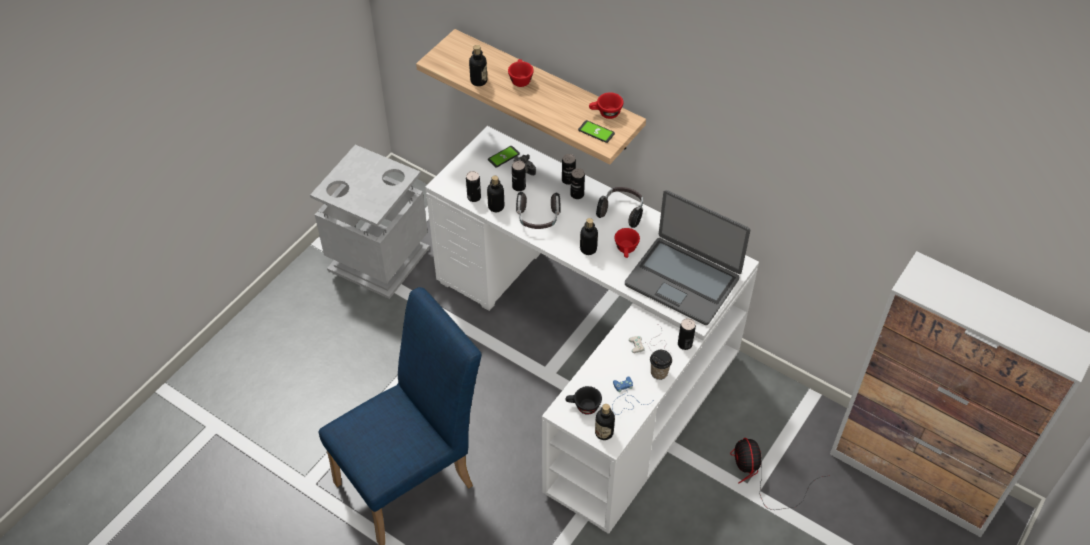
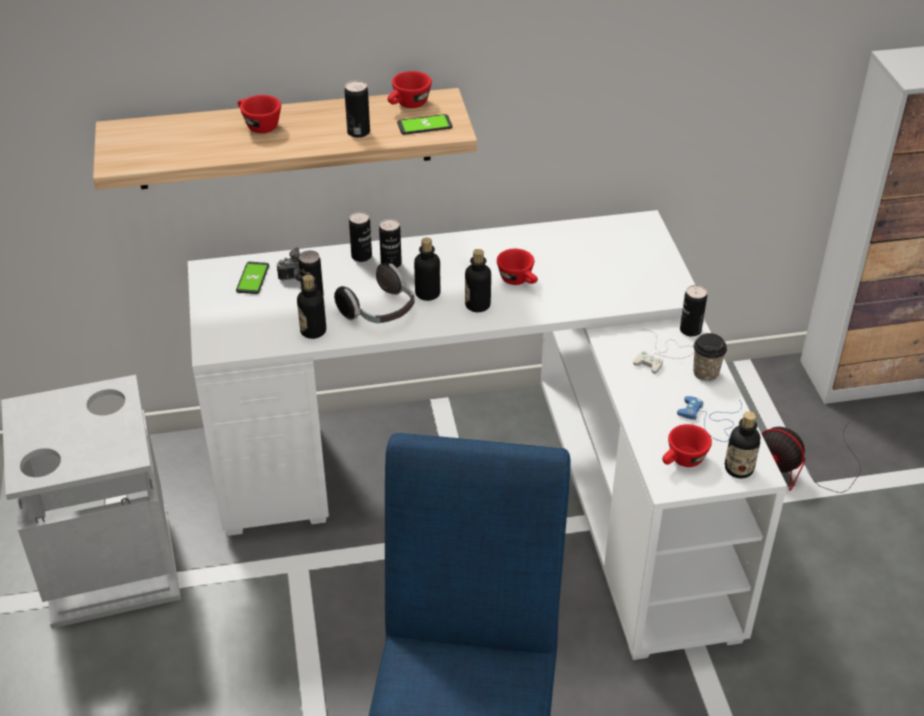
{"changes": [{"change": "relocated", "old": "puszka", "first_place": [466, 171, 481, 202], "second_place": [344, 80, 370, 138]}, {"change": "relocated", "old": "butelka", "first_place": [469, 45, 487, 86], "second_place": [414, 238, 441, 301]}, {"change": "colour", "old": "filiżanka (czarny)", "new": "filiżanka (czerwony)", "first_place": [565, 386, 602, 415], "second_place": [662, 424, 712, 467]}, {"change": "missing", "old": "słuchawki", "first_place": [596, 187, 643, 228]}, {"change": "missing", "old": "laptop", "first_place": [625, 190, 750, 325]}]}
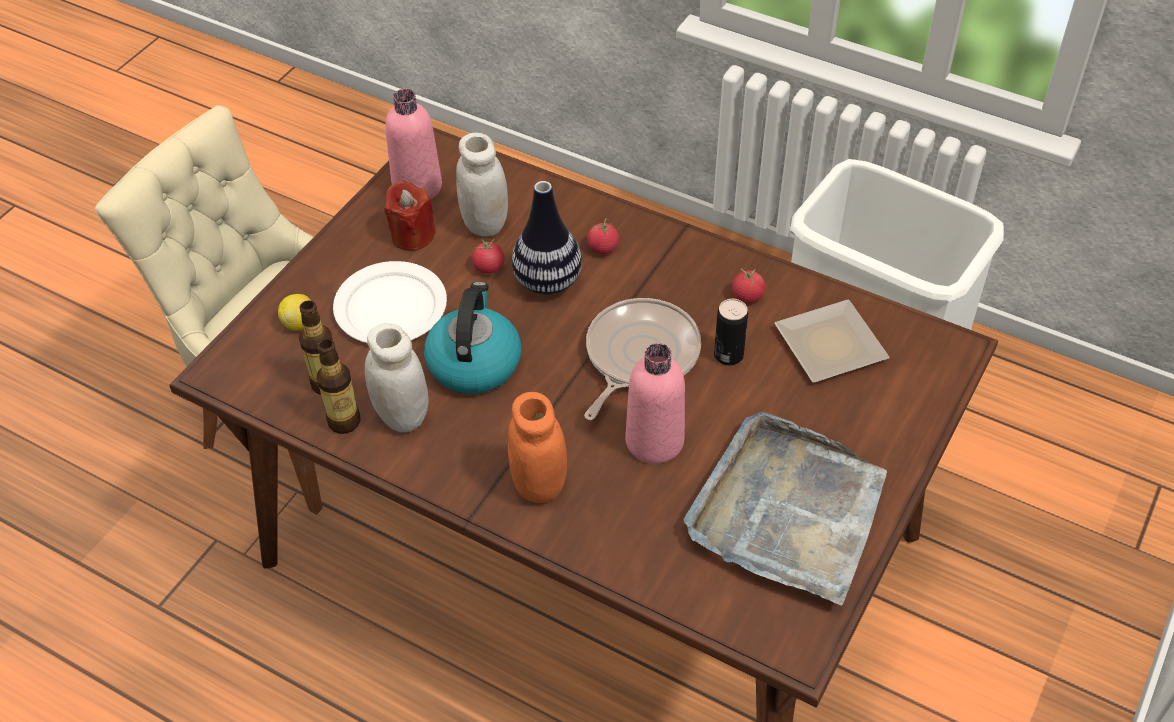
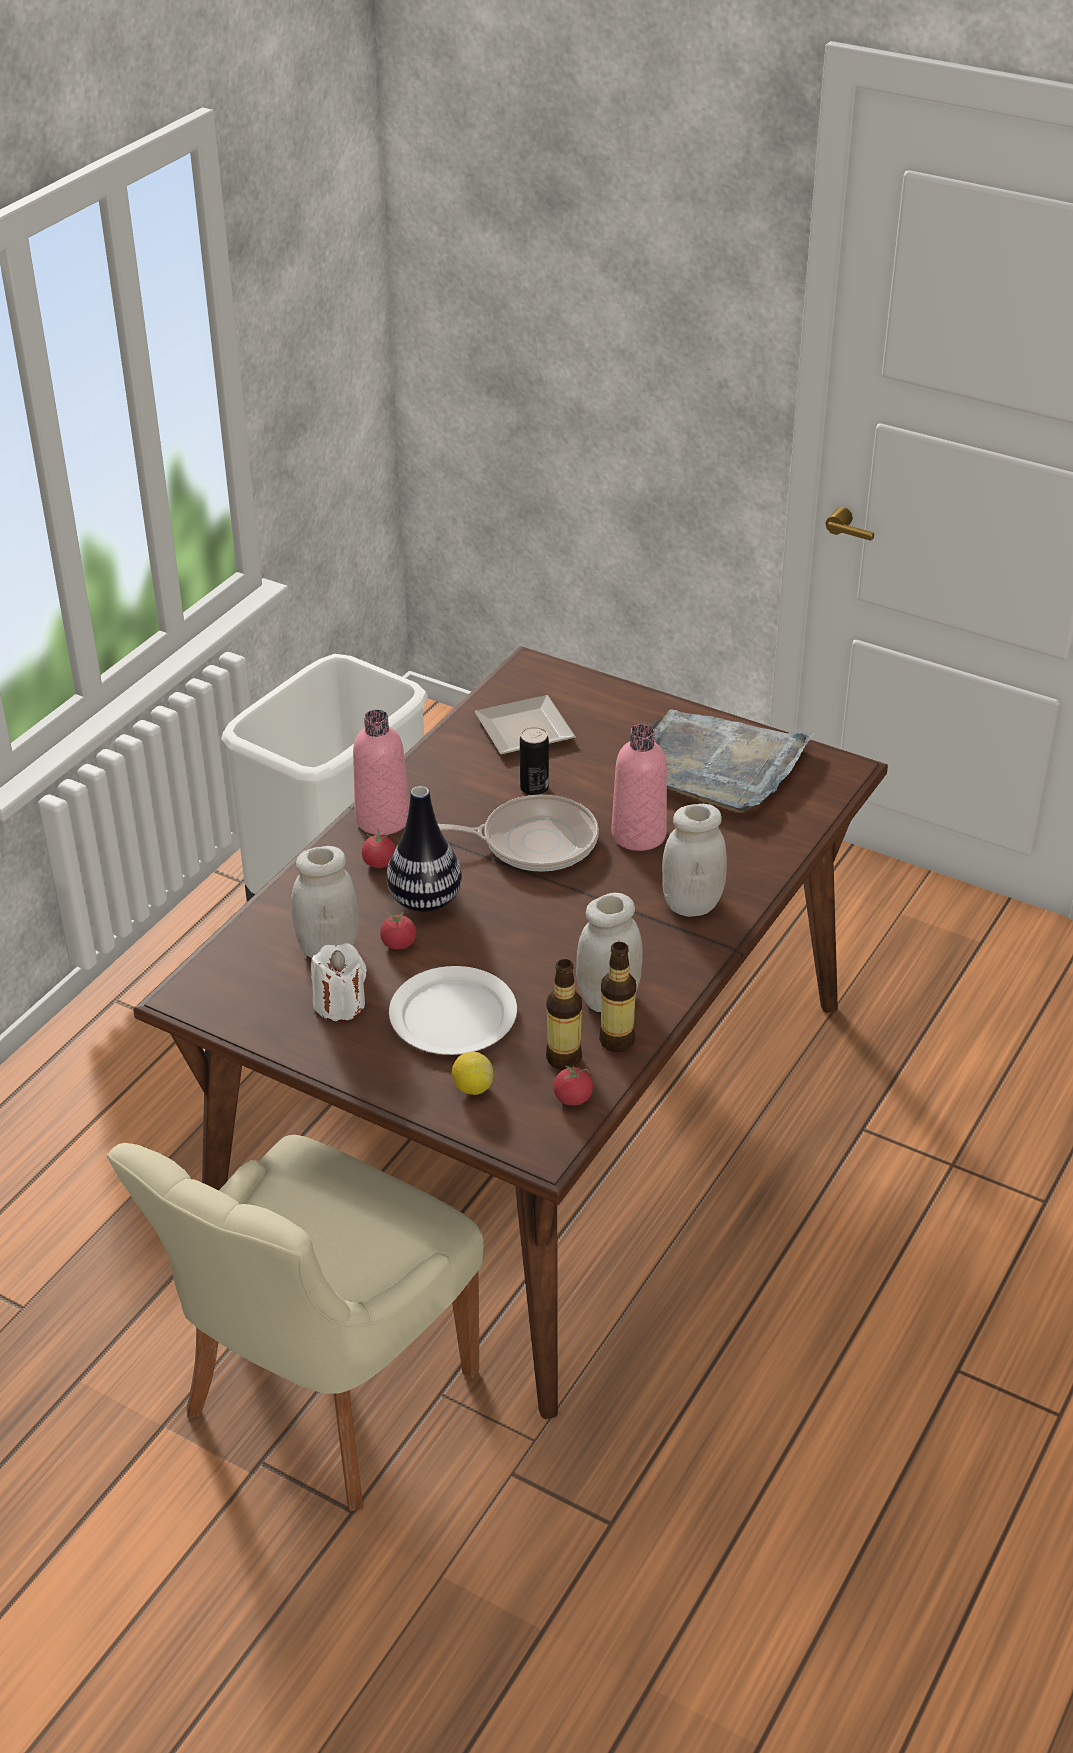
{"changes": [{"change": "colour", "old": "świeca (czerwony)", "new": "świeca (biały)", "first_place": [384, 180, 436, 251], "second_place": [311, 943, 367, 1022]}, {"change": "relocated", "old": "butelka (różowy)", "first_place": [385, 89, 442, 199], "second_place": [353, 710, 409, 835]}, {"change": "spun", "old": "patelnia", "first_place": [584, 298, 701, 420], "second_place": [438, 794, 599, 872], "degrees": 150}, {"change": "relocated", "old": "pomidor", "first_place": [732, 269, 765, 303], "second_place": [554, 1065, 593, 1105]}, {"change": "colour", "old": "słoik (pomarańczowy)", "new": "słoik (biały)", "first_place": [508, 392, 567, 503], "second_place": [662, 804, 727, 917]}, {"change": "missing", "old": "czajnik", "first_place": [424, 282, 521, 394]}]}
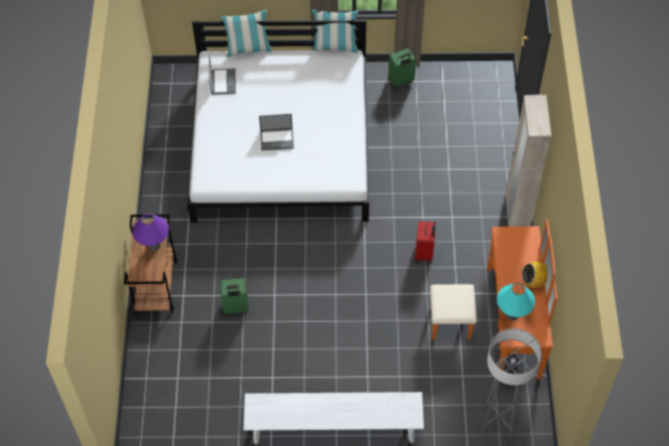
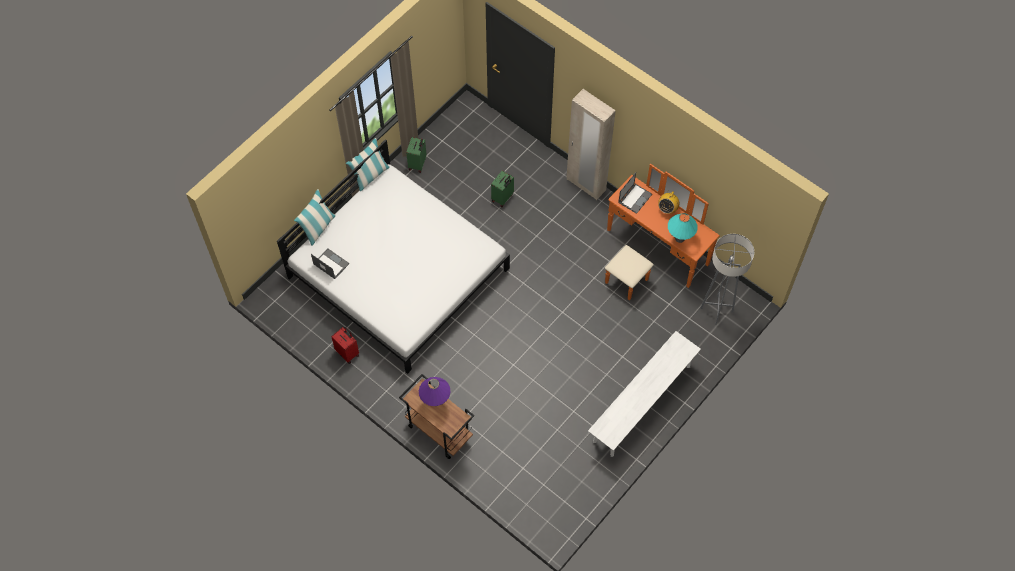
{"changes": [{"change": "relocated", "old": "walizka (czerwony)", "first_place": [415, 221, 436, 263], "second_place": [331, 327, 359, 364]}, {"change": "relocated", "old": "walizka (zielony)", "first_place": [220, 278, 249, 315], "second_place": [491, 171, 514, 207]}, {"change": "relocated", "old": "laptop", "first_place": [259, 114, 294, 151], "second_place": [618, 173, 652, 214]}]}
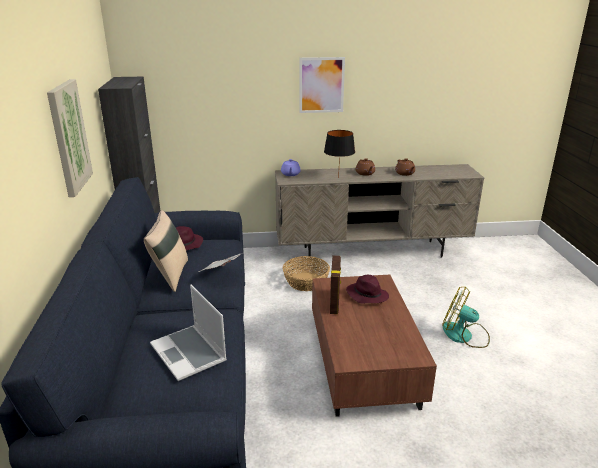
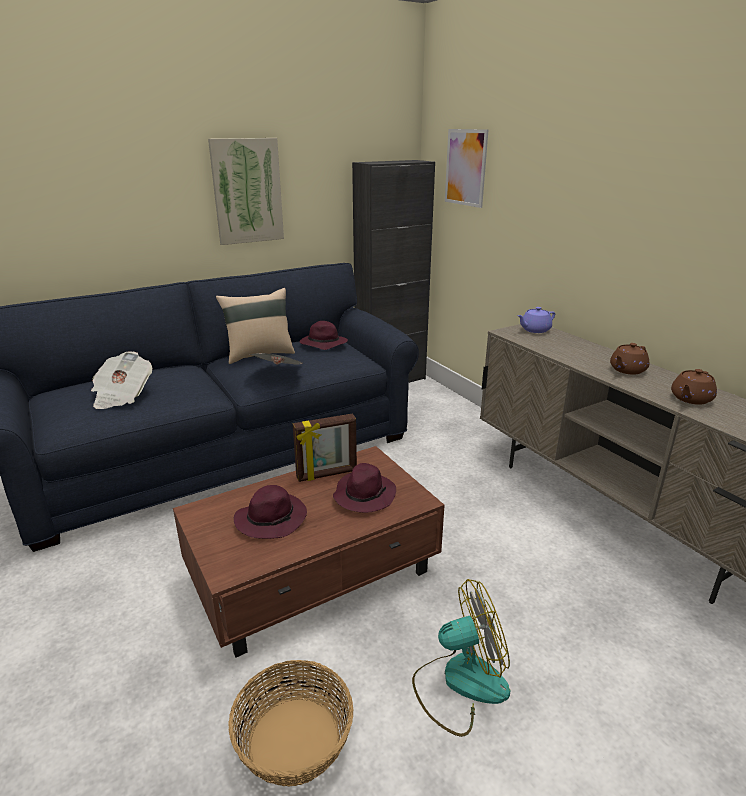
{"changes": [{"change": "exchanged", "old": "laptop", "new": "gazeta", "first_place": [150, 285, 227, 381], "second_place": [91, 351, 153, 409]}, {"change": "relocated", "old": "koszyk", "first_place": [282, 256, 330, 291], "second_place": [228, 660, 353, 787]}, {"change": "appeared", "new": "kapelusz (fioletowy)", "second_place": [234, 485, 307, 539]}, {"change": "spun", "old": "wentylator", "first_place": [442, 287, 490, 348], "second_place": [412, 579, 510, 737], "degrees": 75}, {"change": "relocated", "old": "obraz", "first_place": [300, 57, 345, 113], "second_place": [445, 129, 488, 208]}, {"change": "missing", "old": "lampa stołowa (czarny)", "first_place": [324, 130, 355, 179]}]}
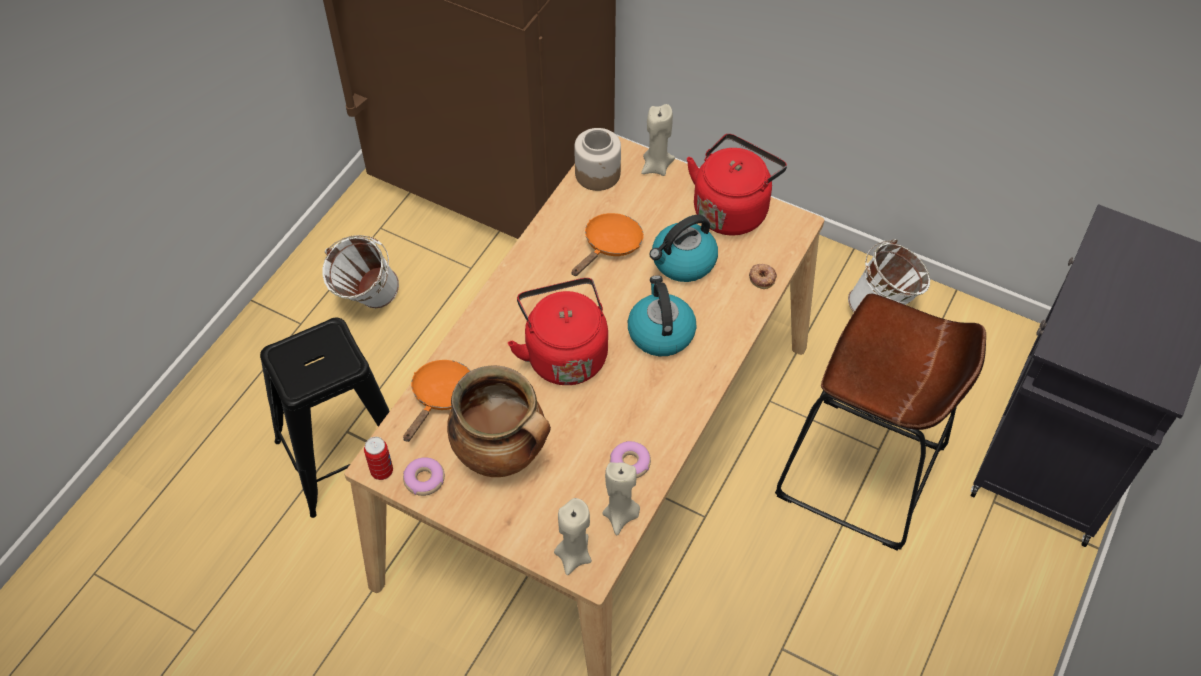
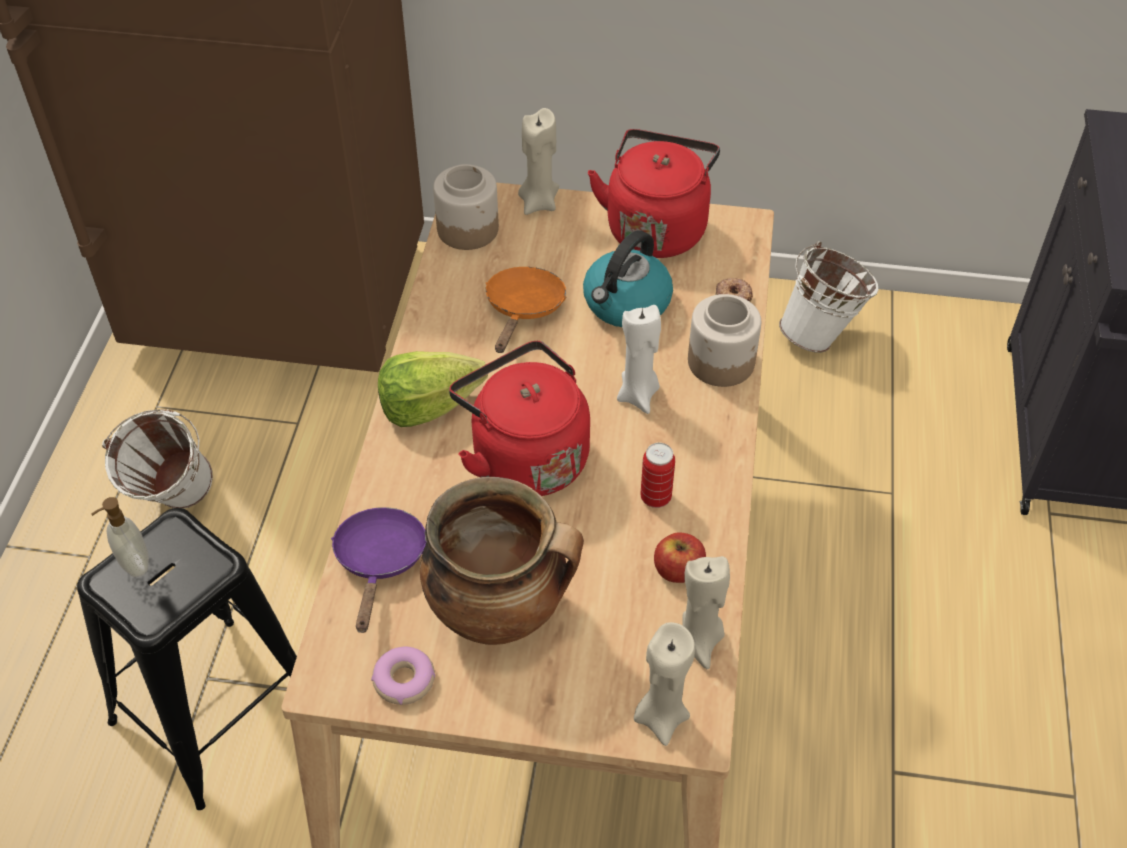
{"changes": [{"change": "appeared", "new": "dozownik mydła", "second_place": [91, 497, 149, 577]}, {"change": "colour", "old": "patelnia (pomarańczowy)", "new": "patelnia (fioletowy)", "first_place": [403, 360, 471, 442], "second_place": [331, 507, 427, 633]}, {"change": "appeared", "new": "sałata", "second_place": [378, 351, 488, 427]}, {"change": "exchanged", "old": "czajnik", "new": "świeca (biały)", "first_place": [628, 275, 697, 356], "second_place": [617, 305, 661, 414]}, {"change": "relocated", "old": "puszka", "first_place": [364, 437, 393, 480], "second_place": [640, 443, 675, 508]}, {"change": "exchanged", "old": "donut", "new": "jabłko", "first_place": [610, 441, 651, 478], "second_place": [654, 532, 706, 583]}, {"change": "appeared", "new": "słoik", "second_place": [688, 294, 761, 387]}, {"change": "missing", "old": "stołek (brązowy)", "first_place": [775, 294, 986, 551]}]}
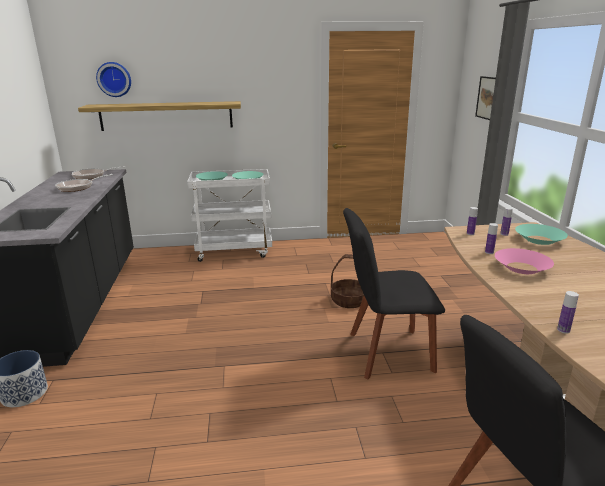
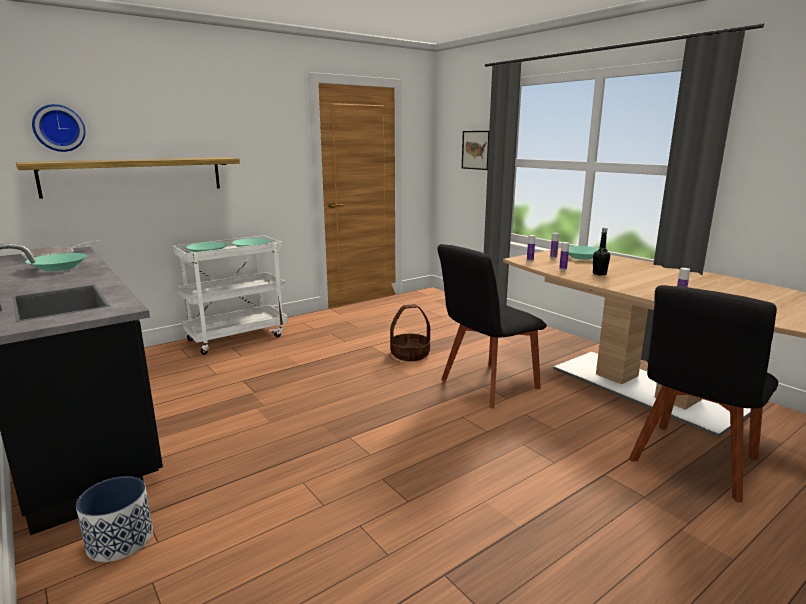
{"changes": [{"change": "exchanged", "old": "patelnia", "new": "miska (turkusowy)", "first_place": [55, 174, 113, 192], "second_place": [25, 253, 88, 271]}, {"change": "exchanged", "old": "miska (różowy)", "new": "butelka (czarny)", "first_place": [495, 248, 554, 274], "second_place": [593, 228, 610, 276]}]}
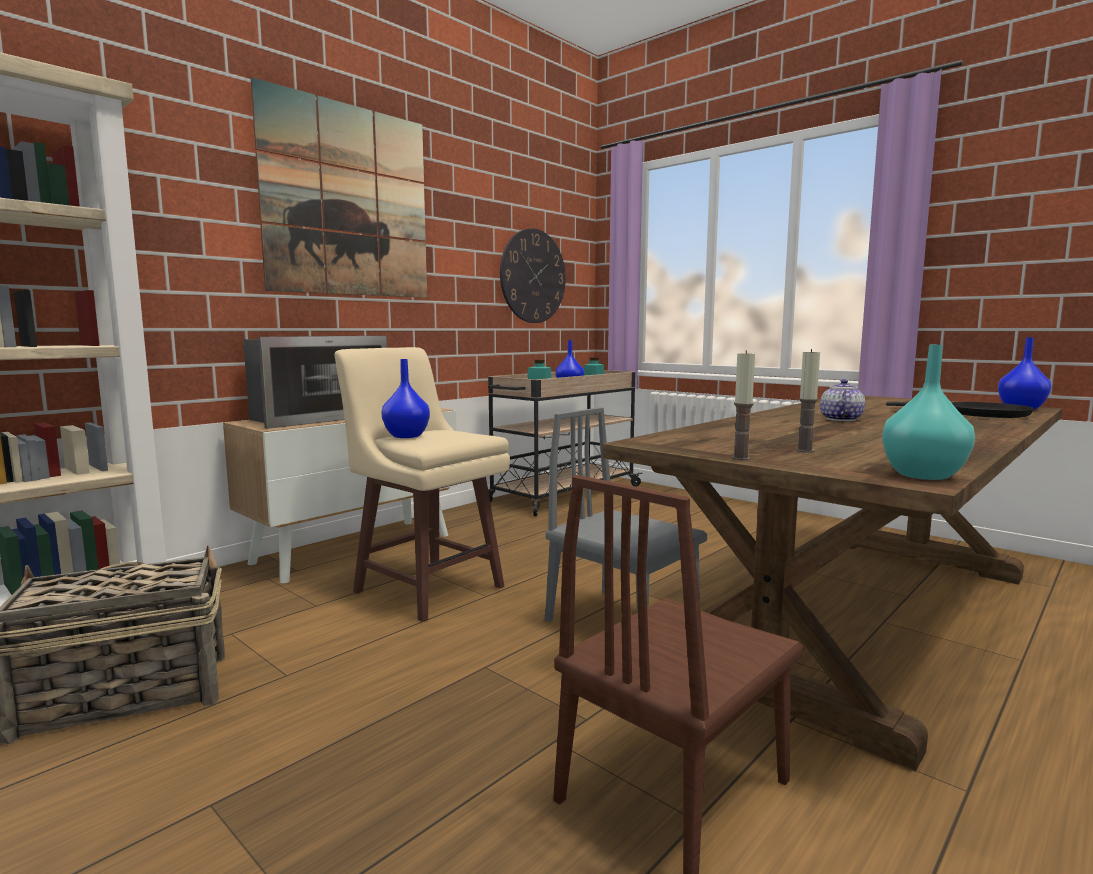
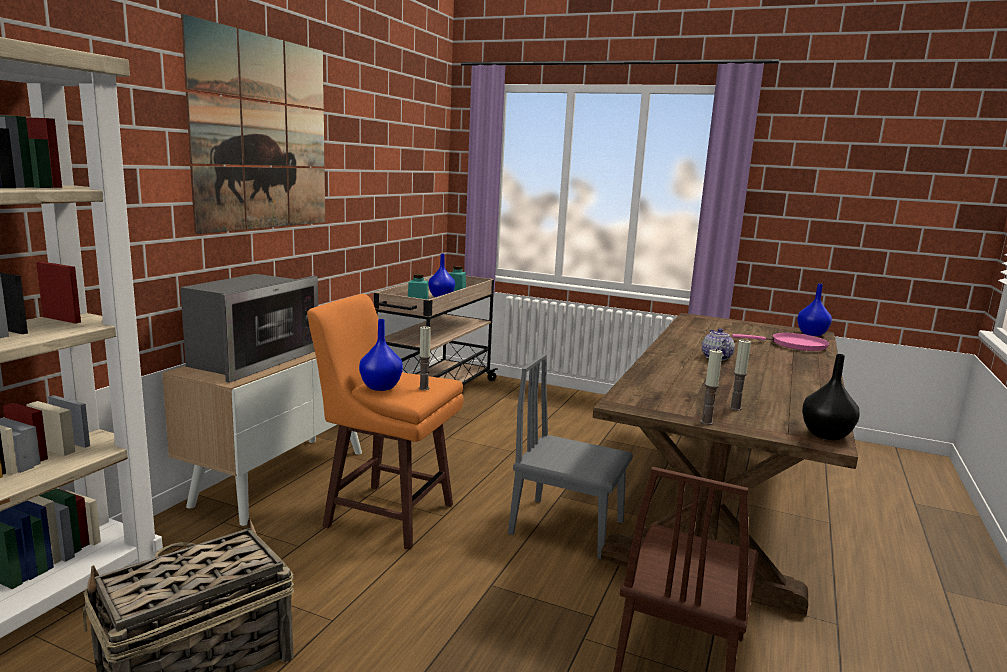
{"changes": [{"change": "colour", "old": "stołek (beżowy)", "new": "stołek (pomarańczowy)", "first_place": [335, 347, 510, 622], "second_place": [307, 294, 463, 550]}, {"change": "appeared", "new": "świeca", "second_place": [419, 325, 431, 390]}, {"change": "colour", "old": "patelnia (czarny)", "new": "patelnia (różowy)", "first_place": [886, 402, 1034, 418], "second_place": [732, 333, 829, 351]}, {"change": "colour", "old": "wazon (turkusowy)", "new": "wazon (czarny)", "first_place": [882, 345, 975, 480], "second_place": [802, 354, 860, 440]}, {"change": "missing", "old": "zegar ścienny", "first_place": [500, 228, 566, 323]}]}
